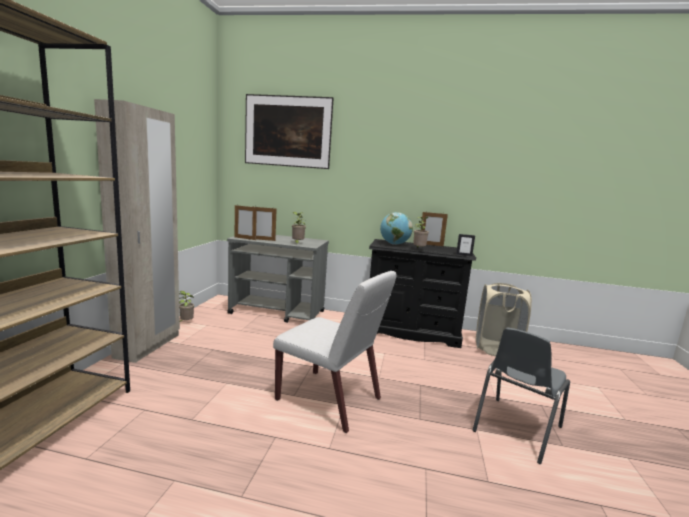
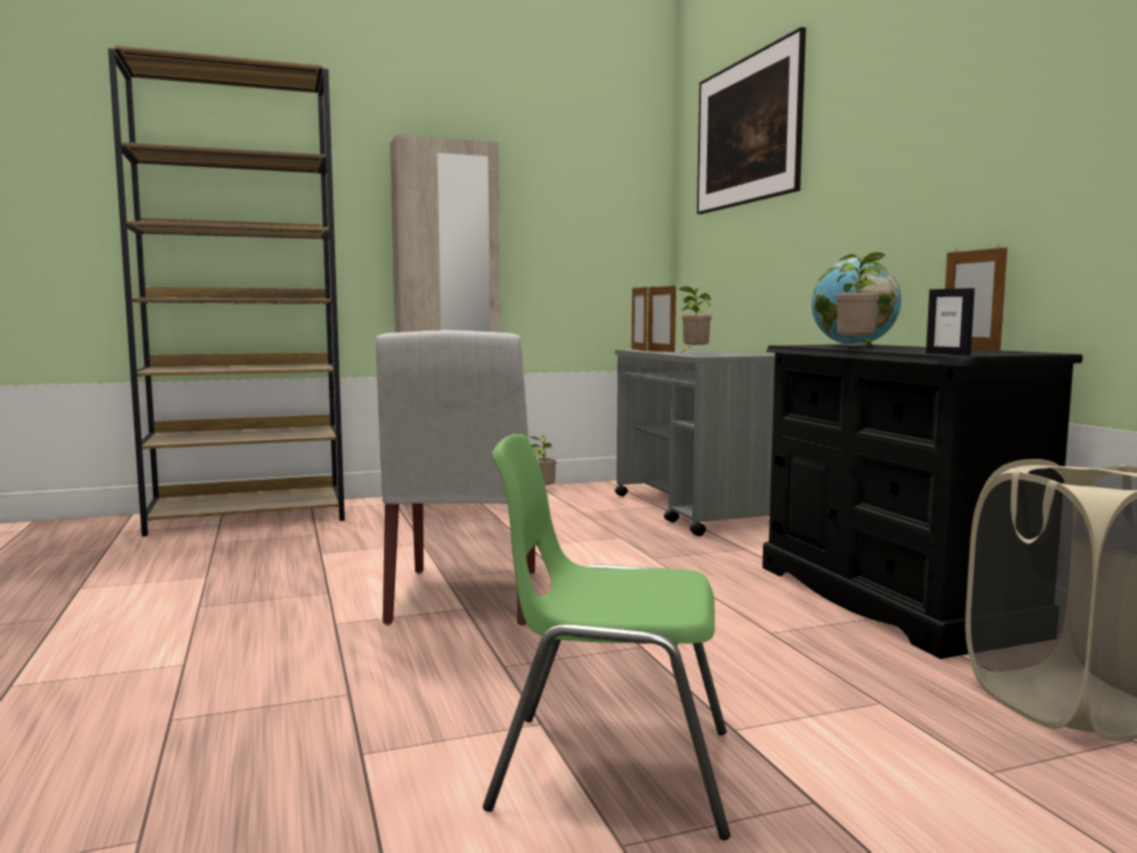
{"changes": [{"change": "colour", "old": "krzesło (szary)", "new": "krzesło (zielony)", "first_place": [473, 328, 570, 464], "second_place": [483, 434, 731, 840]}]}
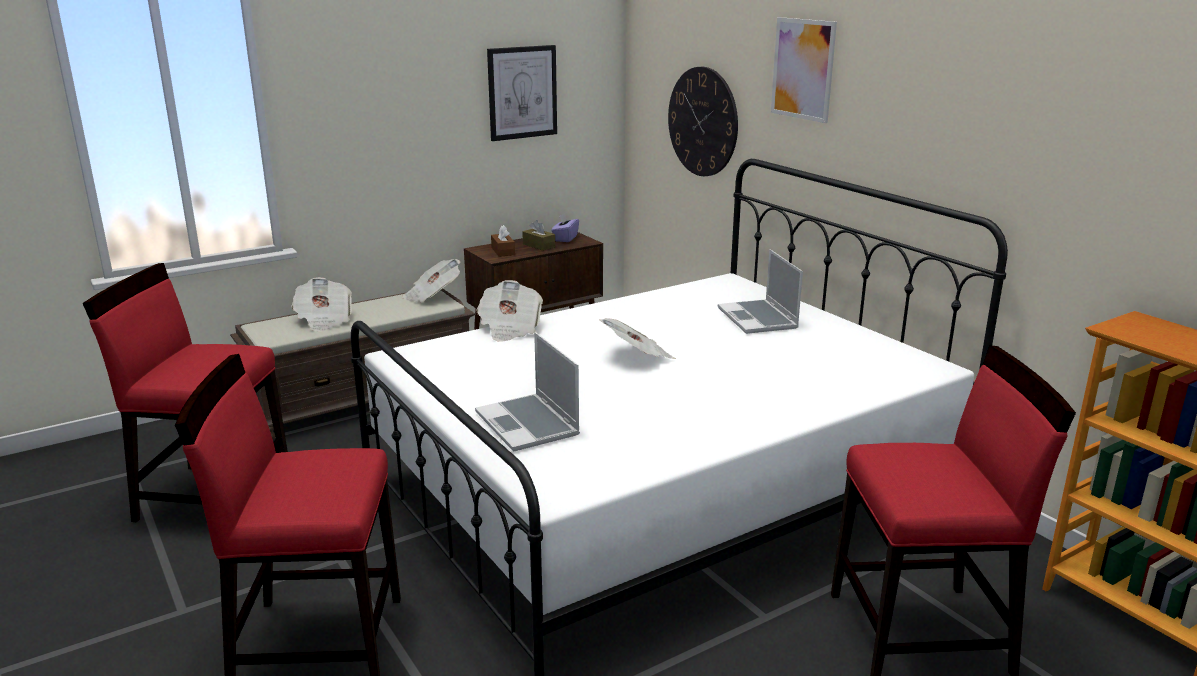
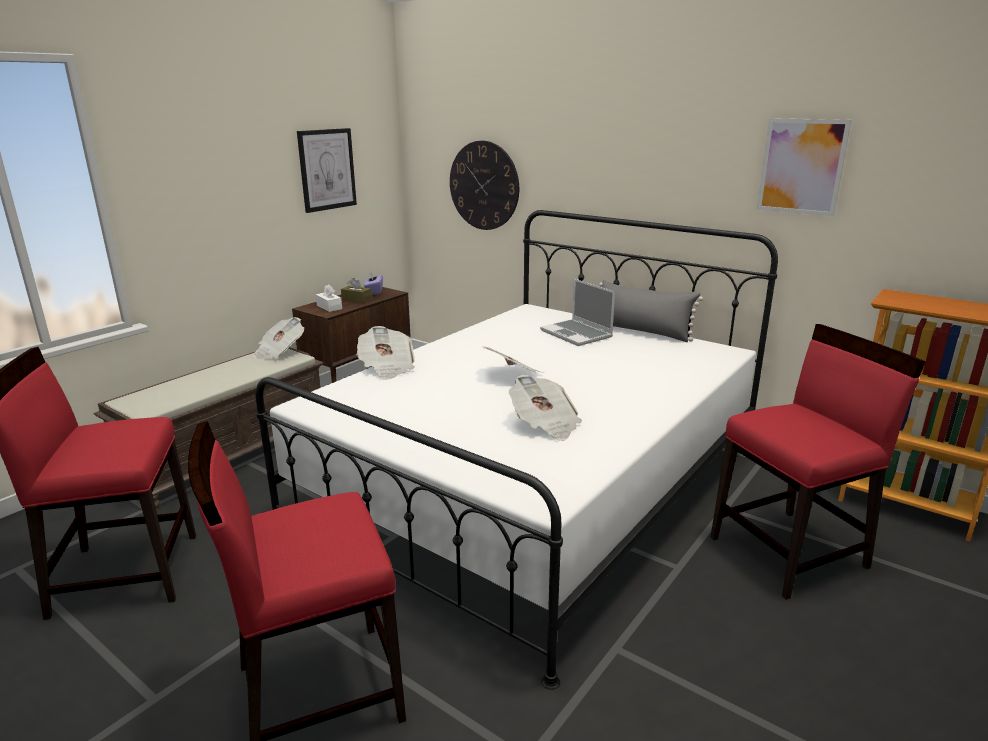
{"changes": [{"change": "colour", "old": "pudełko chusteczek (brązowy)", "new": "pudełko chusteczek (biały)", "first_place": [491, 225, 515, 257], "second_place": [316, 284, 342, 312]}, {"change": "relocated", "old": "gazeta", "first_place": [291, 277, 352, 332], "second_place": [509, 375, 582, 441]}, {"change": "appeared", "new": "poduszka (szary)", "second_place": [599, 280, 703, 342]}, {"change": "relocated", "old": "obraz", "first_place": [771, 17, 837, 123], "second_place": [757, 118, 851, 216]}, {"change": "missing", "old": "laptop", "first_place": [475, 332, 580, 452]}]}
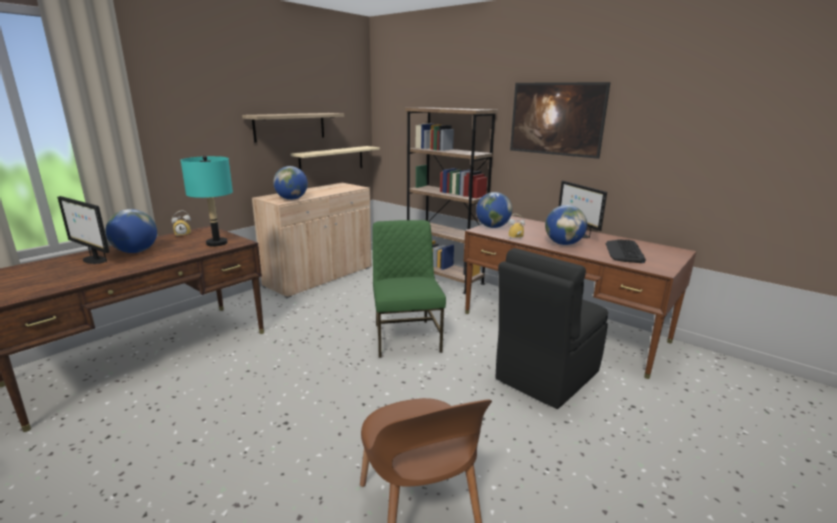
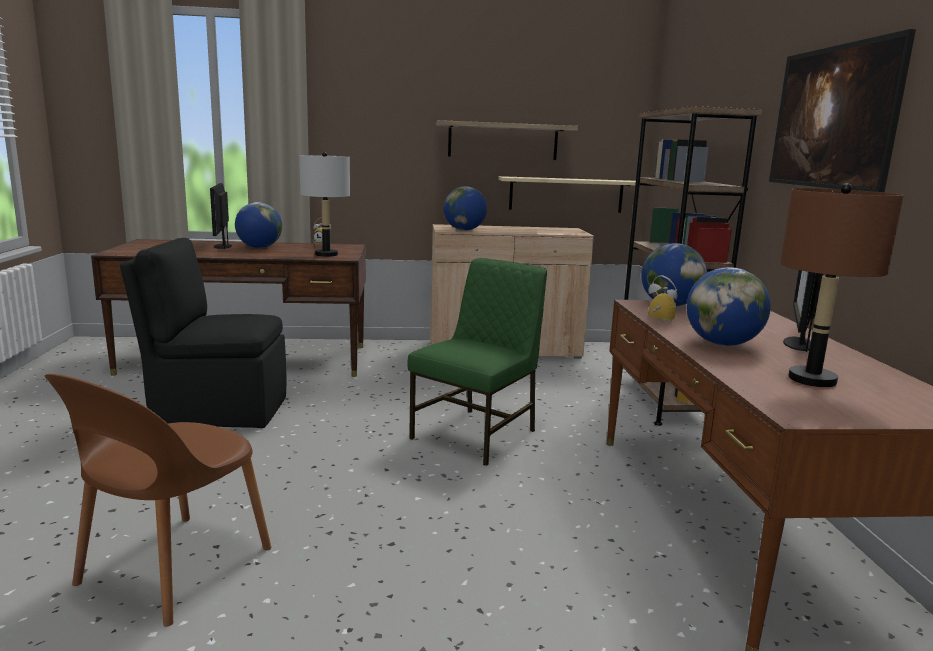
{"changes": [{"change": "relocated", "old": "krzesło (czarny)", "first_place": [496, 248, 608, 409], "second_place": [120, 238, 286, 428]}, {"change": "colour", "old": "lampa stołowa (turkusowy)", "new": "lampa stołowa (szary)", "first_place": [180, 155, 233, 247], "second_place": [299, 152, 350, 257]}, {"change": "exchanged", "old": "klawiatura", "new": "lampa stołowa (brązowy)", "first_place": [606, 239, 646, 263], "second_place": [780, 183, 904, 387]}]}
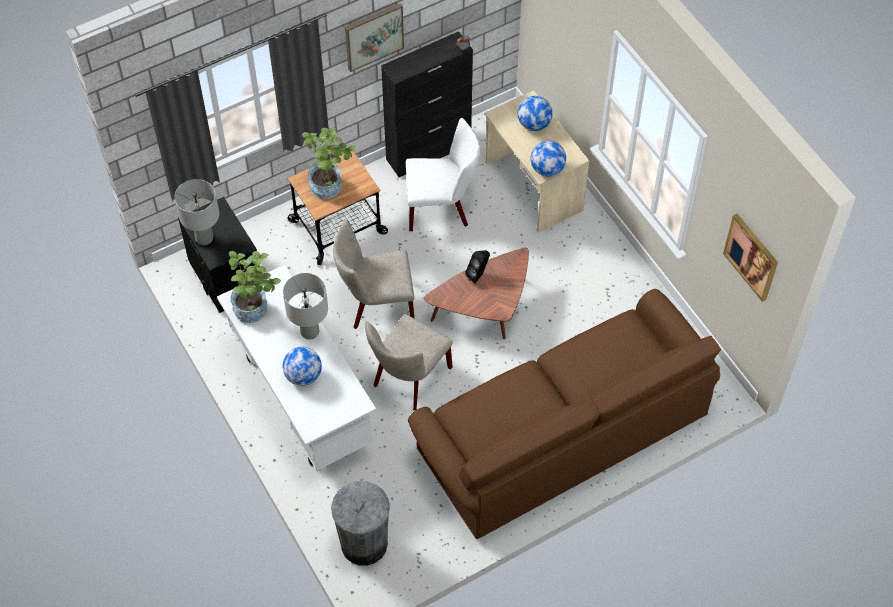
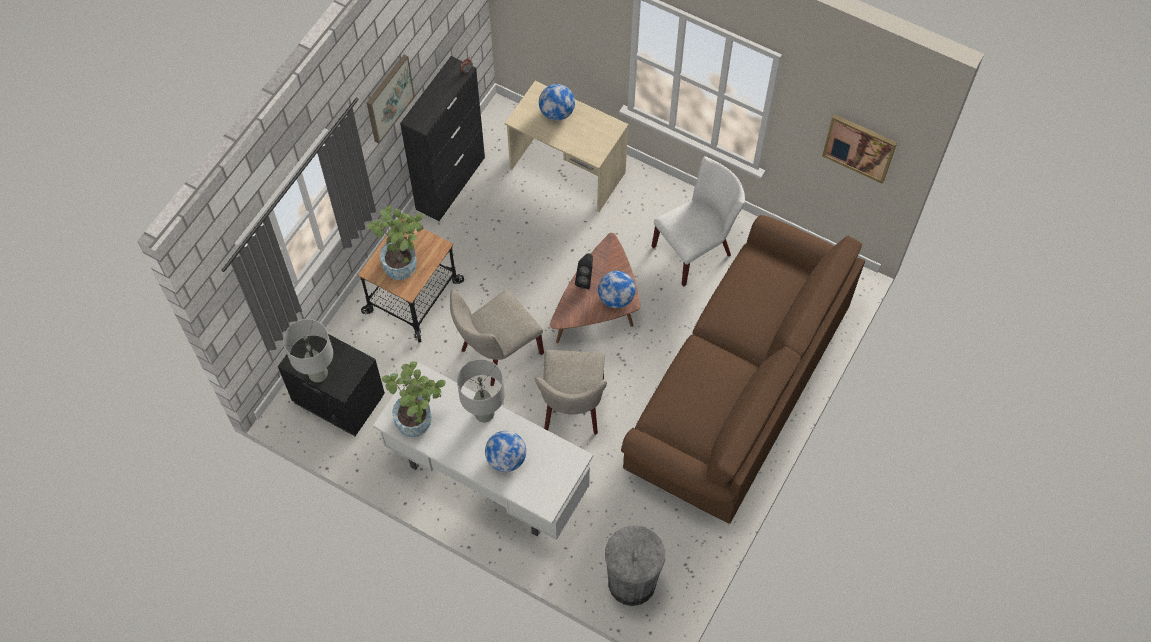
{"changes": [{"change": "relocated", "old": "globus", "first_place": [531, 141, 566, 177], "second_place": [598, 271, 636, 308]}, {"change": "relocated", "old": "krzesło (biały)", "first_place": [406, 118, 480, 231], "second_place": [652, 156, 745, 287]}]}
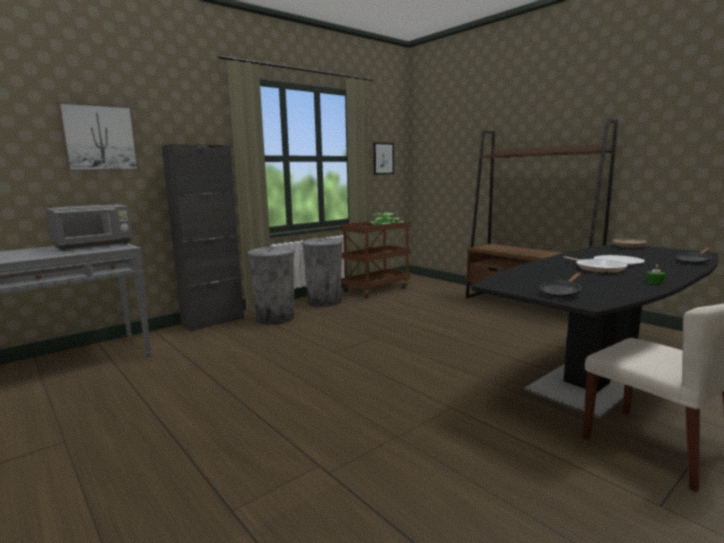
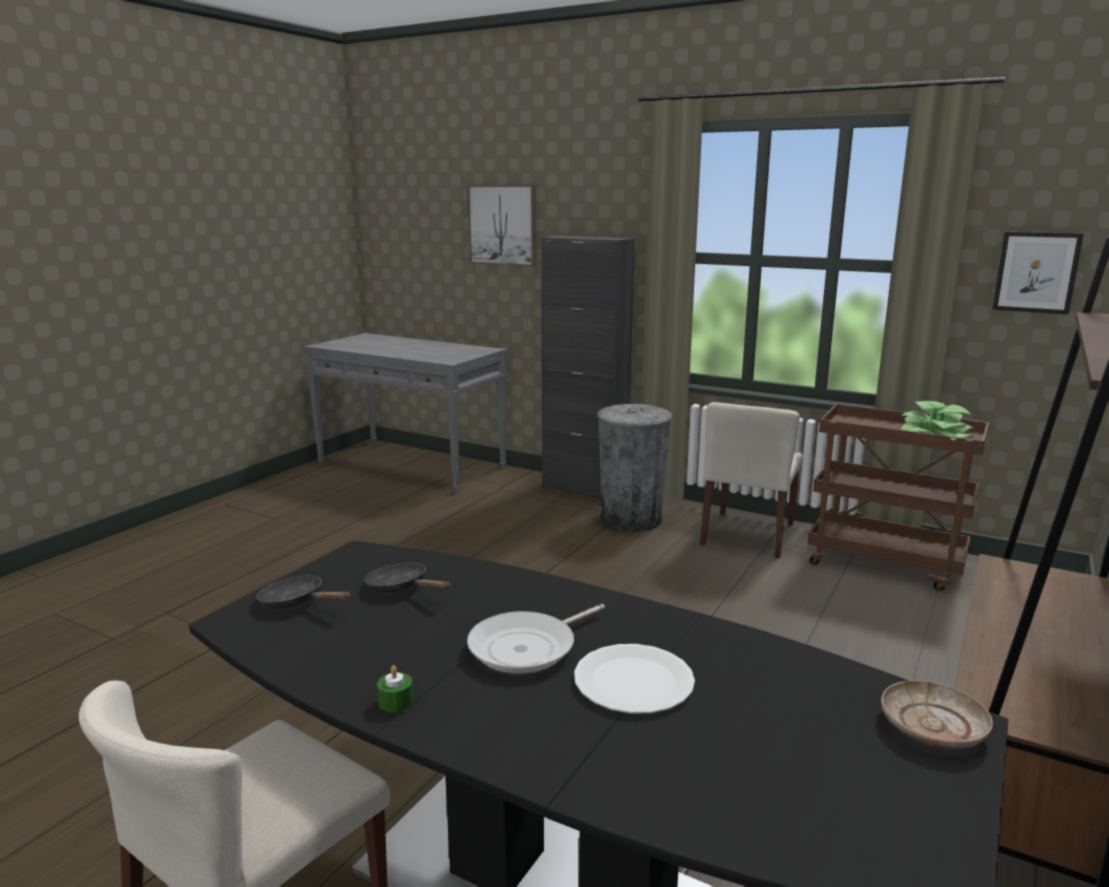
{"changes": [{"change": "relocated", "old": "patelnia (czarny)", "first_place": [676, 247, 711, 265], "second_place": [364, 563, 451, 592]}, {"change": "exchanged", "old": "kosz na śmieci (szary)", "new": "krzesło (beżowy)", "first_place": [302, 238, 343, 307], "second_place": [700, 402, 803, 558]}, {"change": "missing", "old": "mikrofalówka (szary)", "first_place": [46, 204, 132, 251]}]}
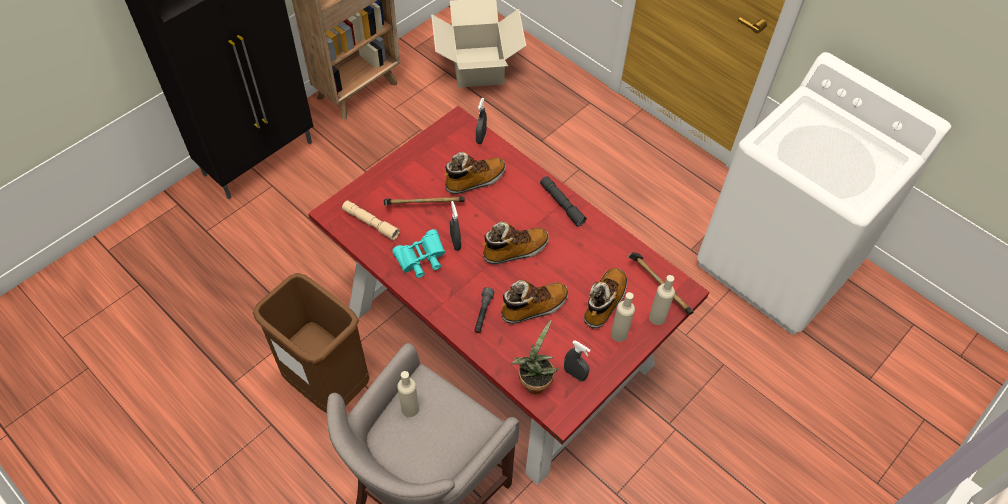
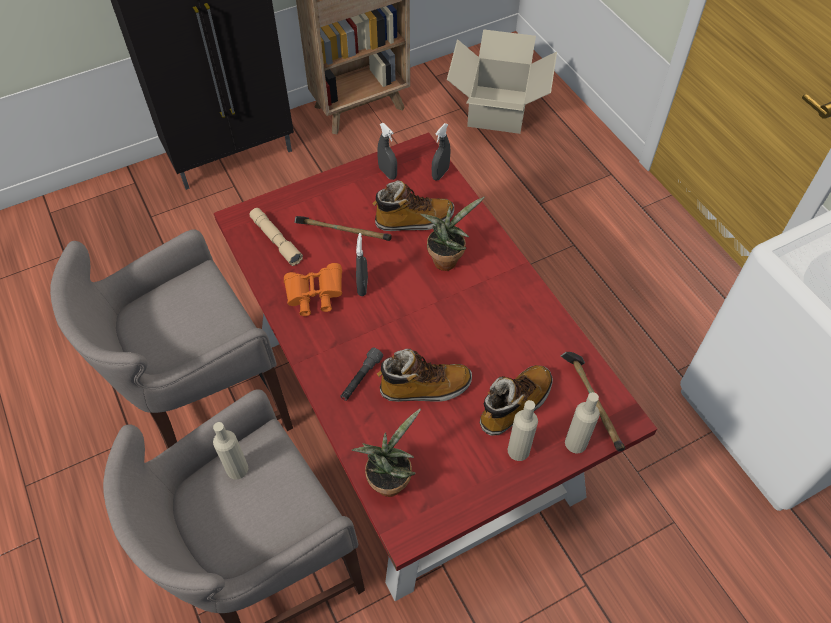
{"changes": [{"change": "exchanged", "old": "kosz na śmieci (brązowy)", "new": "stołek (szary)", "first_place": [253, 273, 370, 413], "second_place": [50, 229, 293, 449]}, {"change": "colour", "old": "lornetka (turkusowy)", "new": "lornetka (pomarańczowy)", "first_place": [392, 229, 445, 278], "second_place": [284, 263, 342, 316]}, {"change": "relocated", "old": "spryskiwacz (szary)", "first_place": [564, 340, 591, 381], "second_place": [377, 123, 397, 180]}, {"change": "appeared", "new": "roślina doniczkowa", "second_place": [420, 197, 485, 271]}, {"change": "missing", "old": "but z cholewką", "first_place": [482, 221, 549, 265]}, {"change": "missing", "old": "latarka (szary)", "first_place": [540, 176, 587, 227]}]}
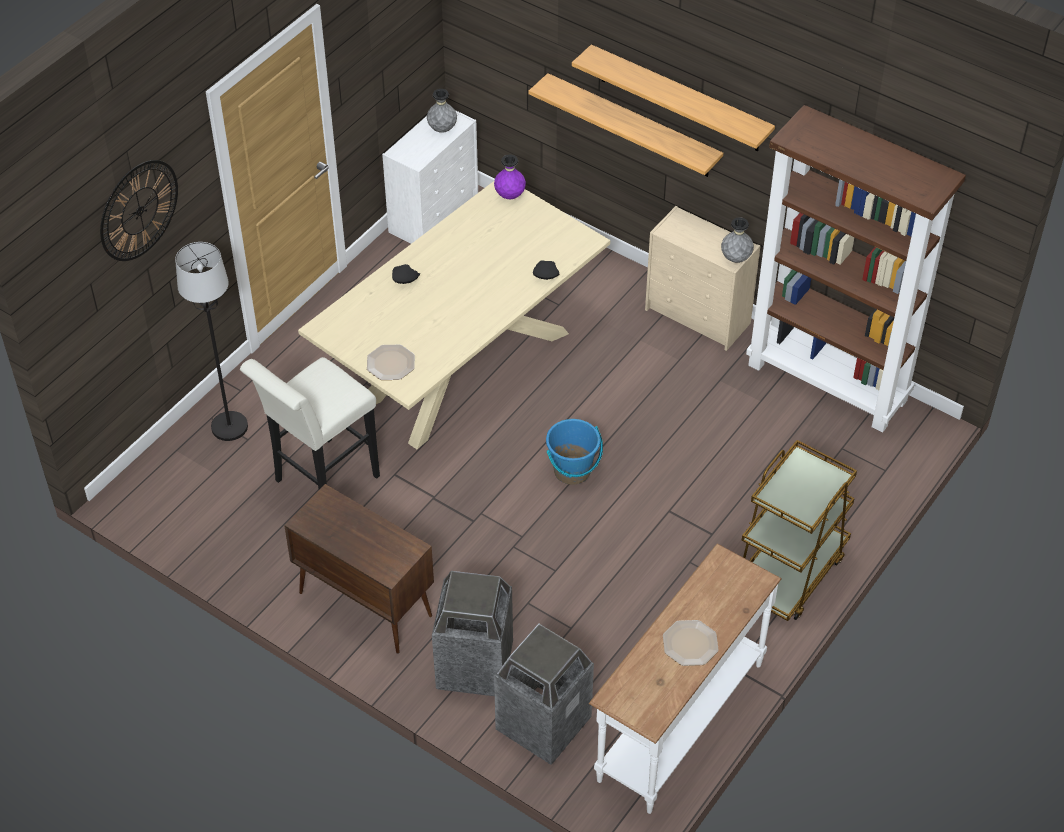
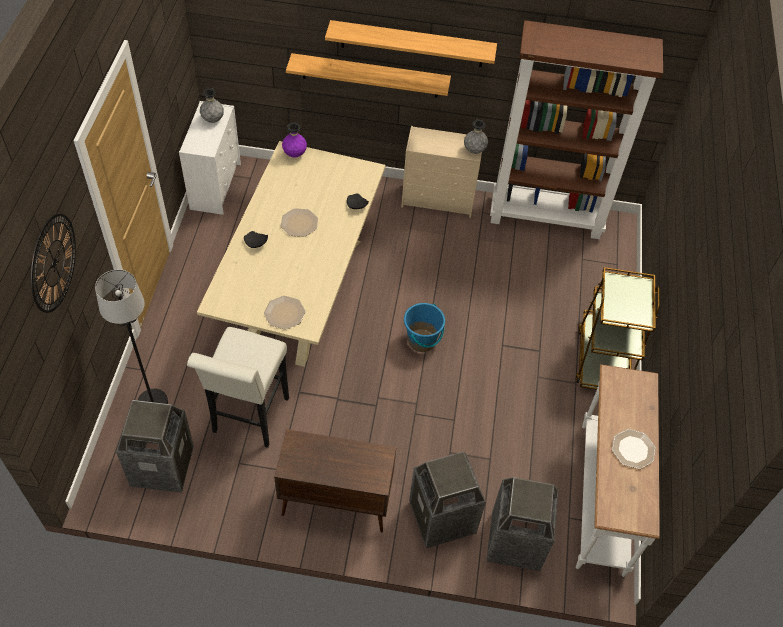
{"changes": [{"change": "appeared", "new": "kosz na śmieci", "second_place": [116, 400, 194, 493]}, {"change": "appeared", "new": "talerz", "second_place": [281, 208, 318, 237]}]}
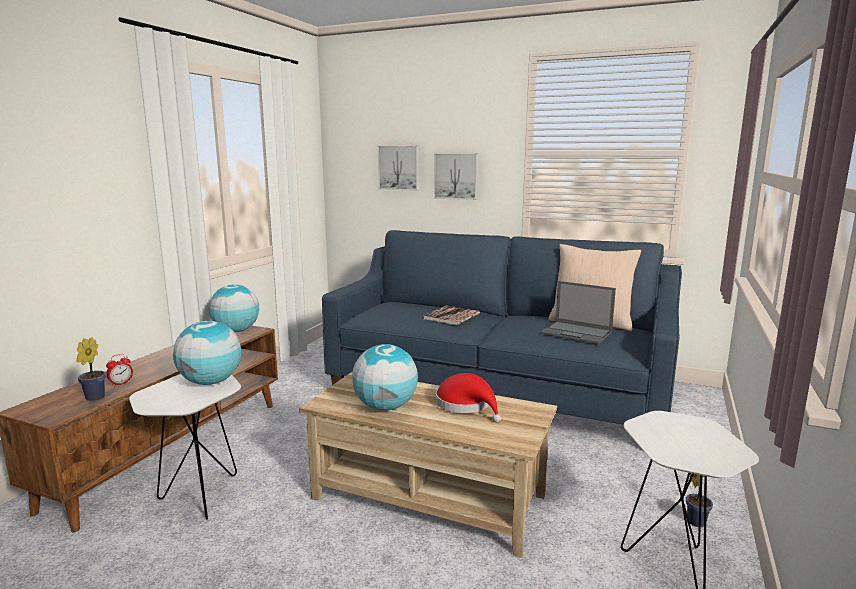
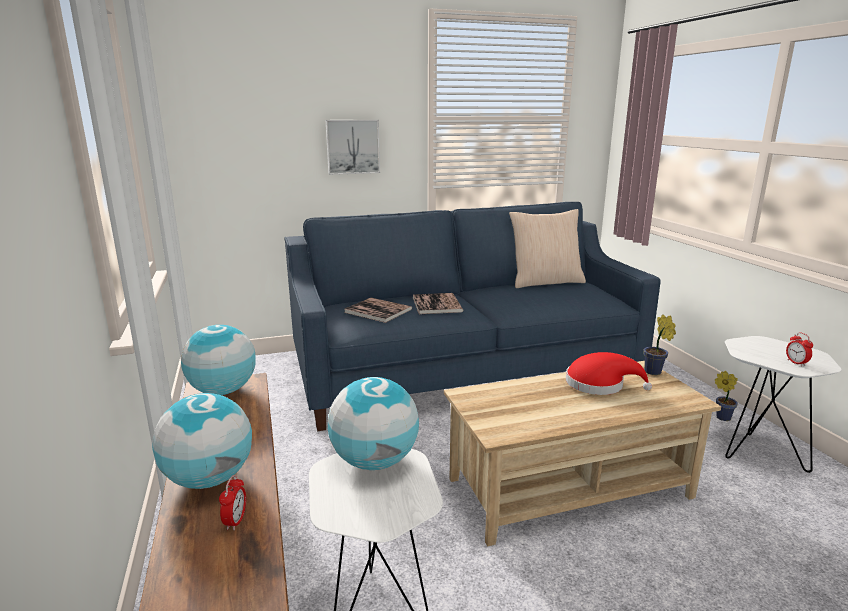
{"changes": [{"change": "relocated", "old": "globus", "first_place": [352, 344, 418, 411], "second_place": [152, 393, 252, 489]}, {"change": "appeared", "new": "książka", "second_place": [344, 298, 412, 323]}, {"change": "relocated", "old": "roślina doniczkowa", "first_place": [76, 337, 106, 401], "second_place": [644, 314, 676, 375]}, {"change": "appeared", "new": "budzik", "second_place": [786, 333, 813, 367]}, {"change": "missing", "old": "obraz", "first_place": [378, 146, 419, 191]}, {"change": "missing", "old": "laptop", "first_place": [541, 281, 616, 344]}]}
